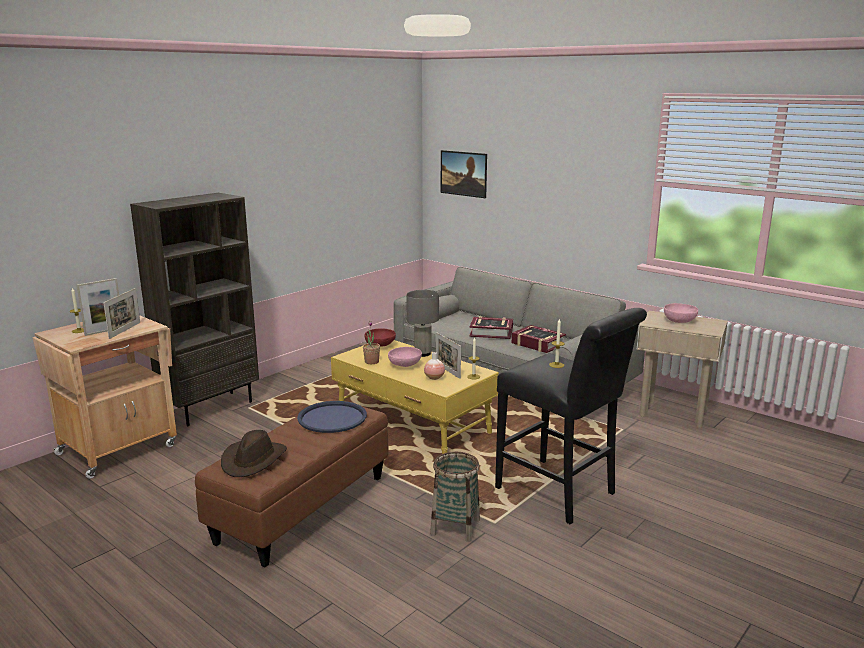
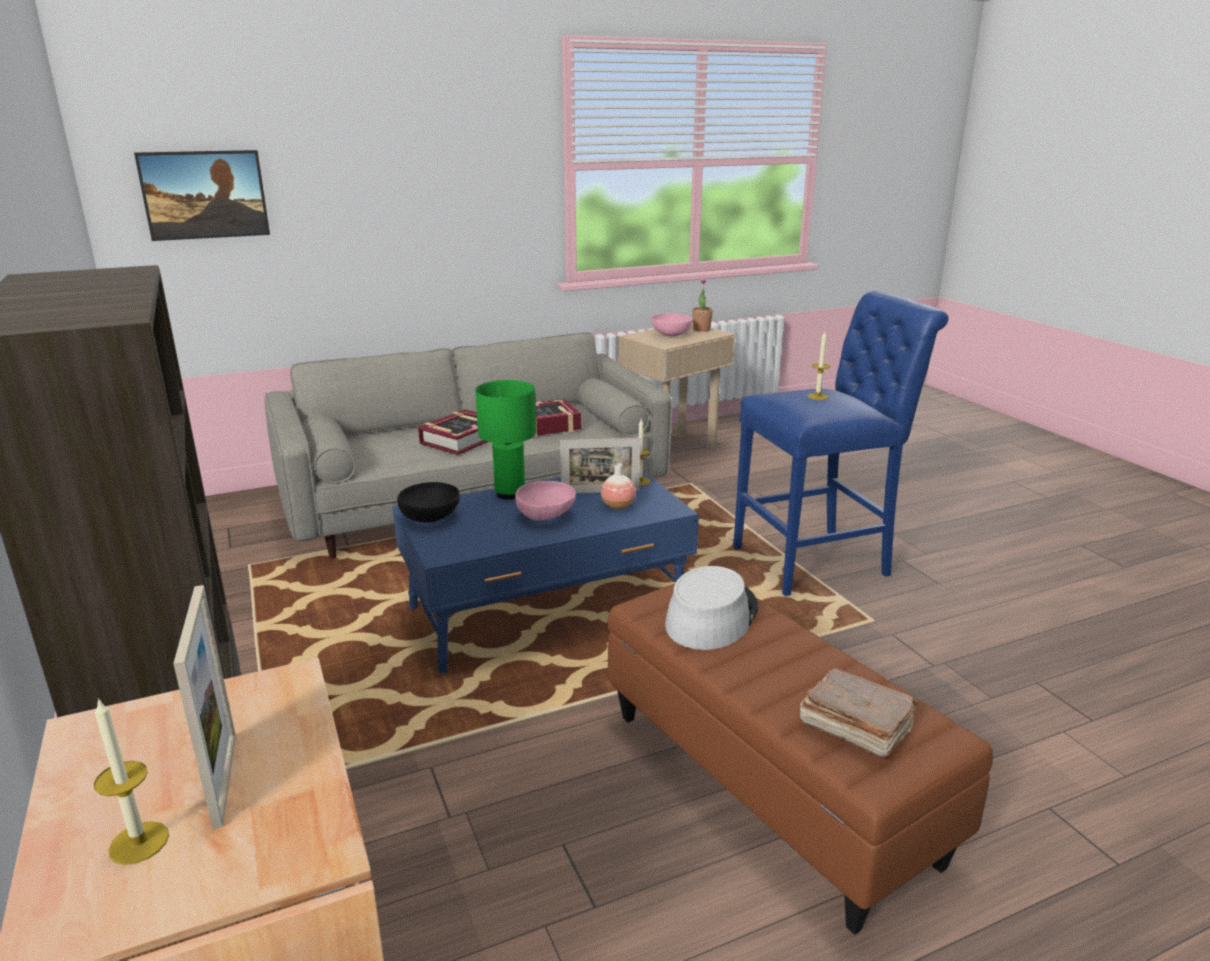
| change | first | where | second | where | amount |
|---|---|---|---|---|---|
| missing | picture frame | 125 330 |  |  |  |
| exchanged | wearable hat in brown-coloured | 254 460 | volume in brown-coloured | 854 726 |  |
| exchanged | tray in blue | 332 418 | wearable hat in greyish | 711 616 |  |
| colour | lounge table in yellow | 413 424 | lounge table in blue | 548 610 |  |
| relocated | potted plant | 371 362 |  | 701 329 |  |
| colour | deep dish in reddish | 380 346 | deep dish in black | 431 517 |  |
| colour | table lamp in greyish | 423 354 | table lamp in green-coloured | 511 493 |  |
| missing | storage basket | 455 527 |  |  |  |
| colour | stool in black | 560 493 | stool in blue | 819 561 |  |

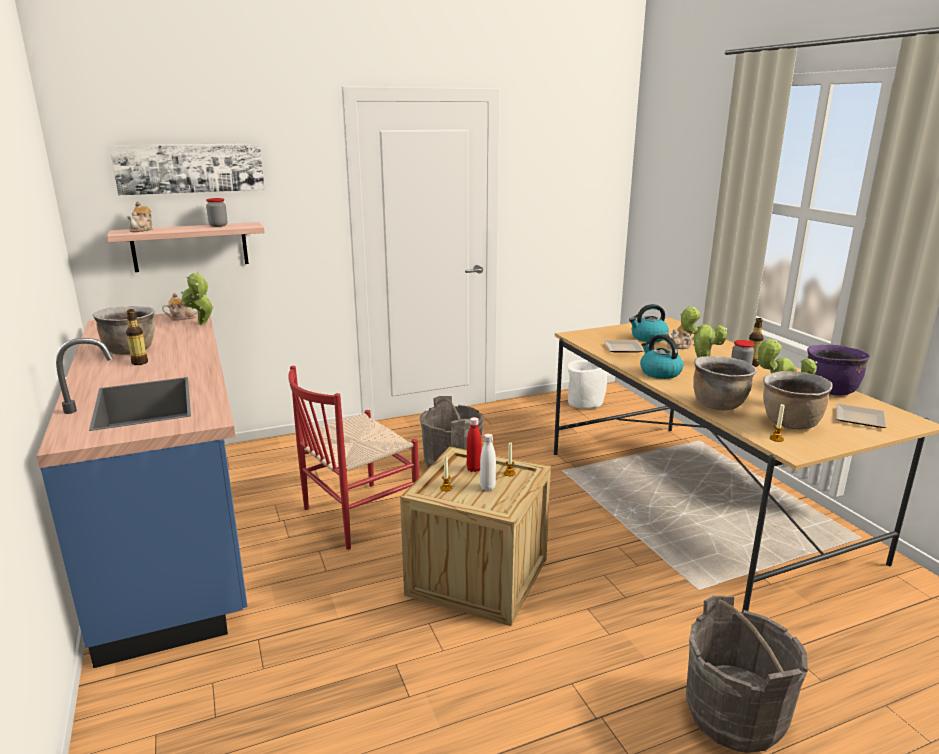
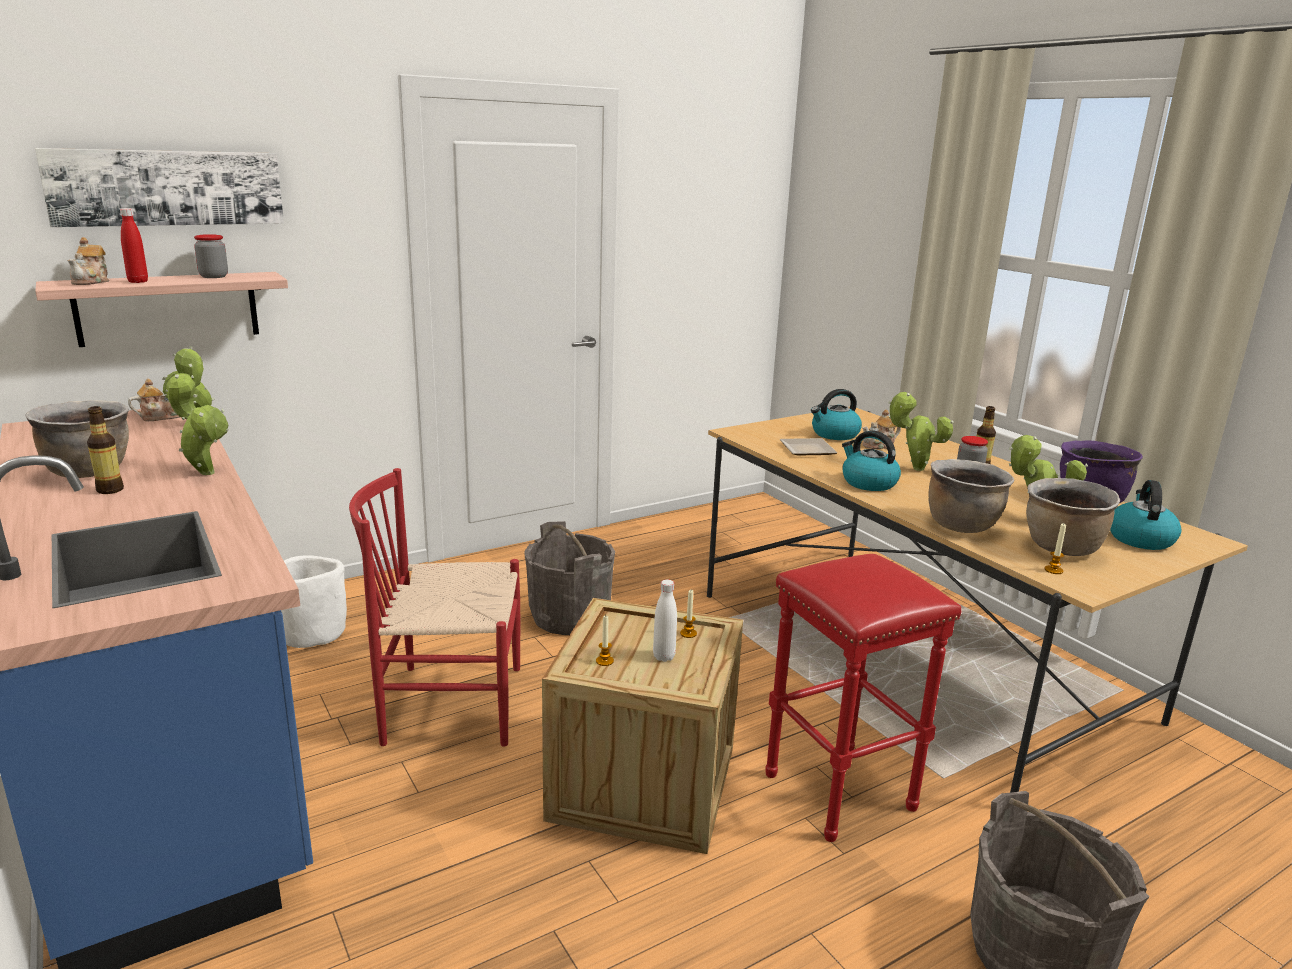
| change | first | where | second | where | amount |
|---|---|---|---|---|---|
| spun | chair in reddish | 356 516 |  | 446 705 | 45 degrees clockwise |
| relocated | beverage bottle in reddish | 474 469 |  | 138 281 |  |
| relocated | flower pot in white | 584 403 |  | 312 633 |  |
| exchanged | plate | 858 419 | water kettle | 1140 538 |  |
| appeared |  |  | potted plant | 205 472 |  |
| appeared |  |  | stool in reddish | 836 790 |  |

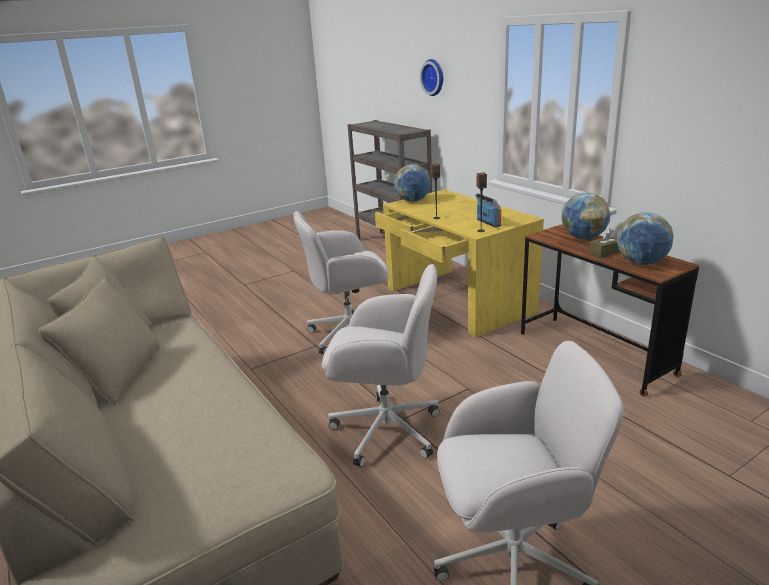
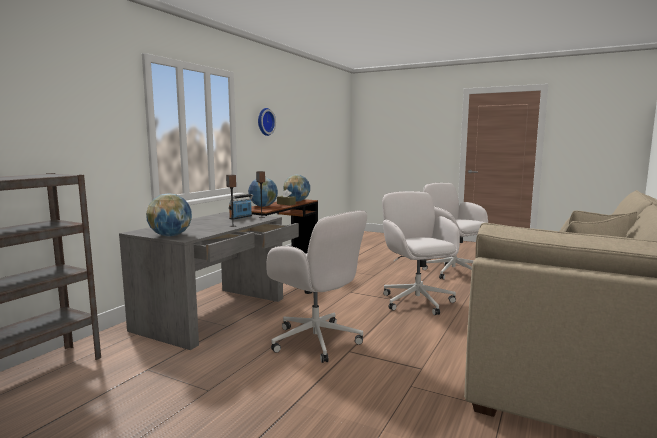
| change | first | where | second | where | amount |
|---|---|---|---|---|---|
| colour | desk in yellow | 452 302 | desk in greyish | 220 314 |  |
| relocated | clock on the wall | 434 77 |  | 264 121 |  |

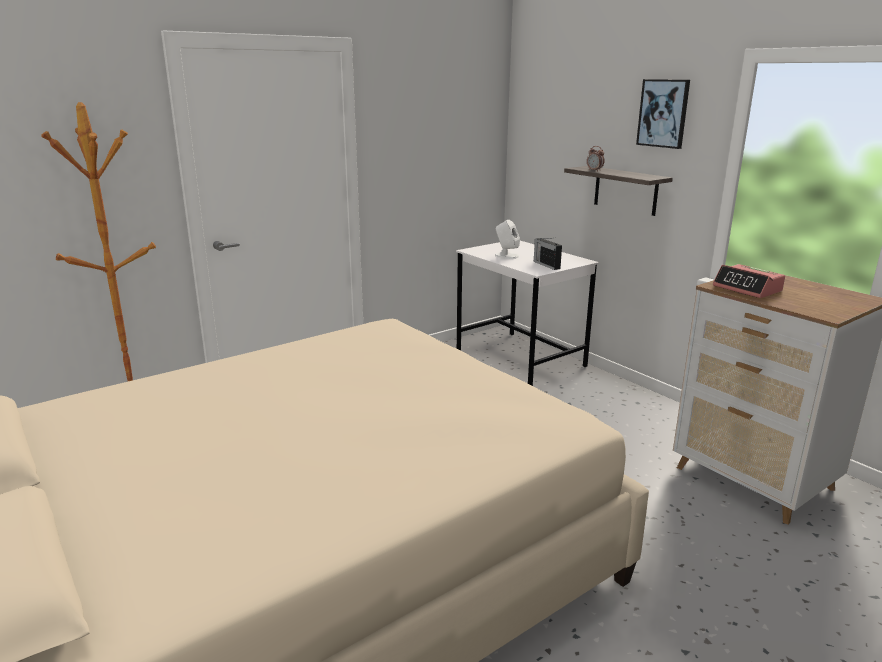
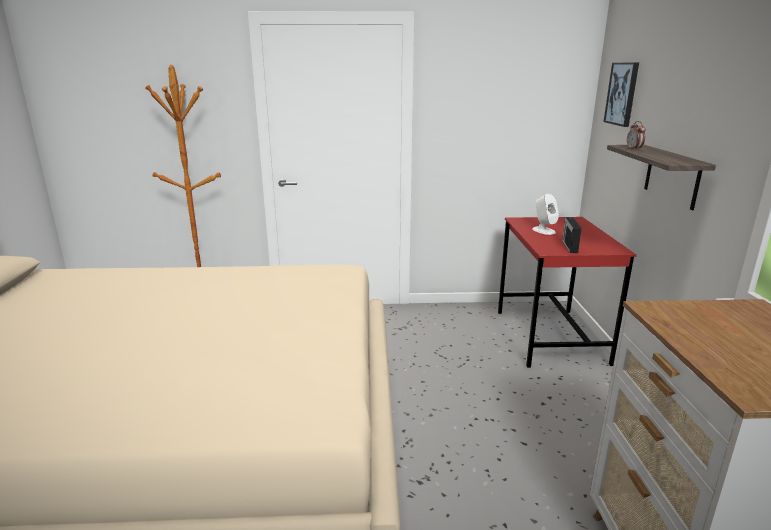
| change | first | where | second | where | amount |
|---|---|---|---|---|---|
| colour | desk in white | 520 358 | desk in reddish | 550 337 |  |
| relocated | wall picture | 663 113 |  | 622 94 |  |
| missing | table clock | 747 289 |  |  |  |

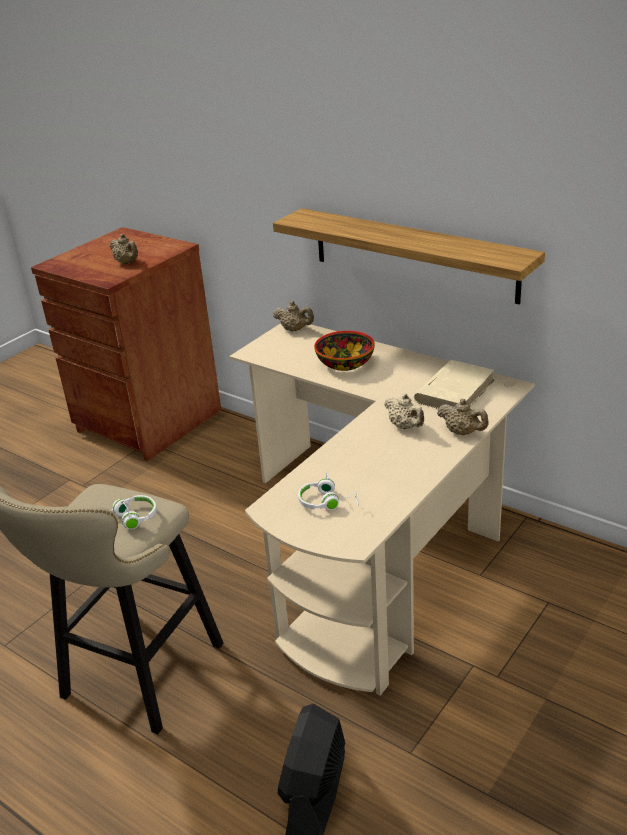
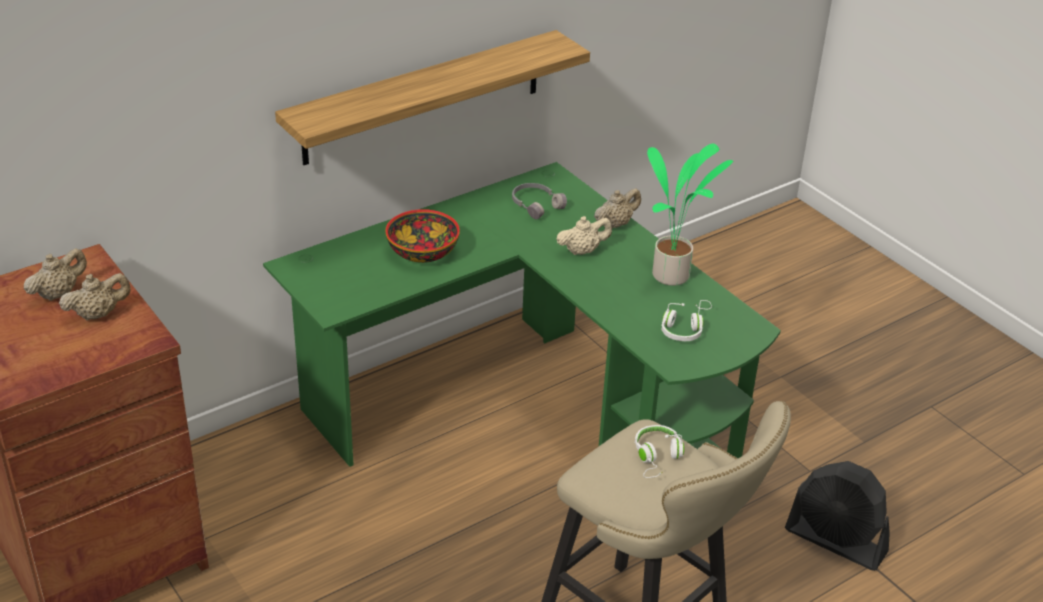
| change | first | where | second | where | amount |
|---|---|---|---|---|---|
| colour | desk in beige-coloured | 377 543 | desk in green-coloured | 527 408 |  |
| relocated | pot for tea in beige-coloured | 295 329 |  | 59 293 |  |
| exchanged | volume in beige-coloured | 455 390 | pair of headphones in greyish | 536 205 |  |
| appeared |  |  | potted plant | 673 276 |  |

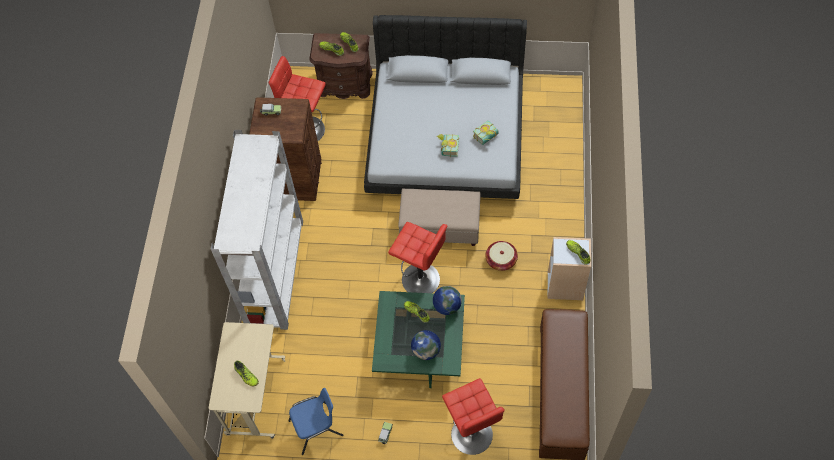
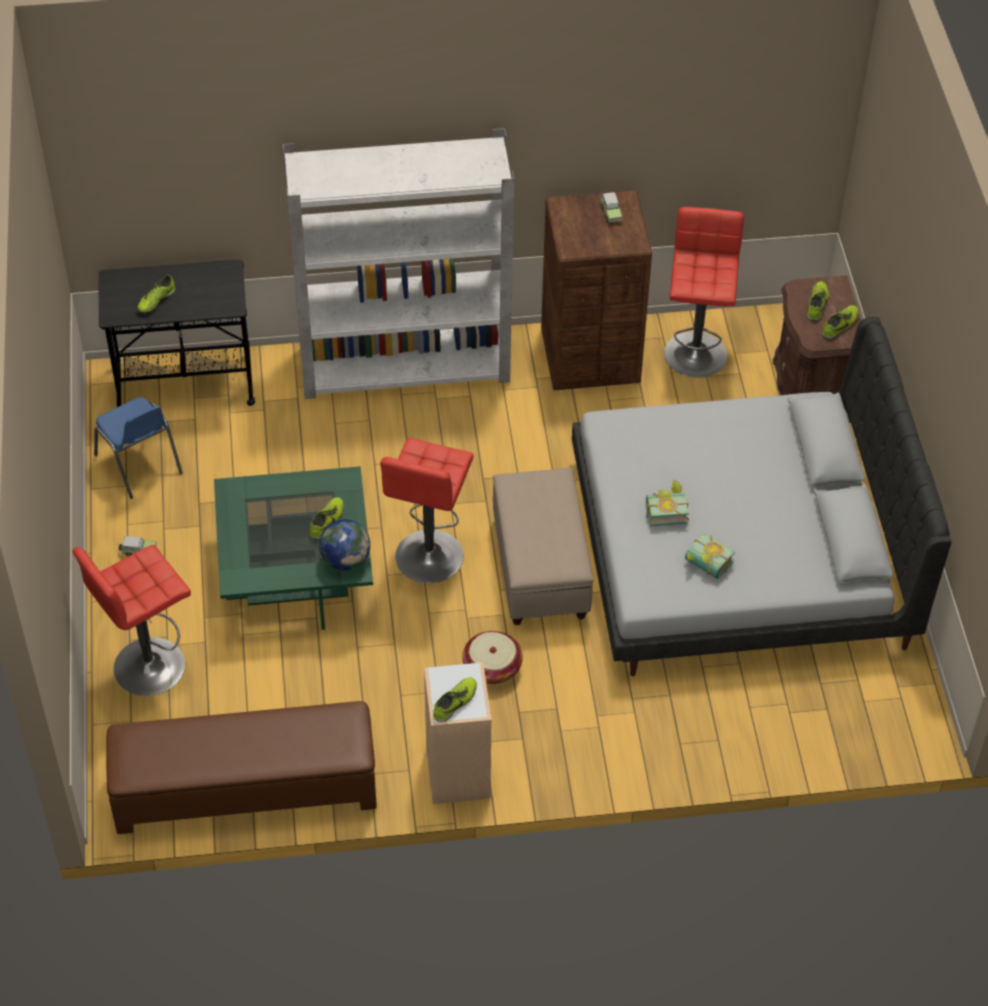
| change | first | where | second | where | amount |
|---|---|---|---|---|---|
| colour | desk in beige-coloured | 256 396 | desk in black | 185 383 |  |
| missing | desk globe | 426 350 |  |  |  |

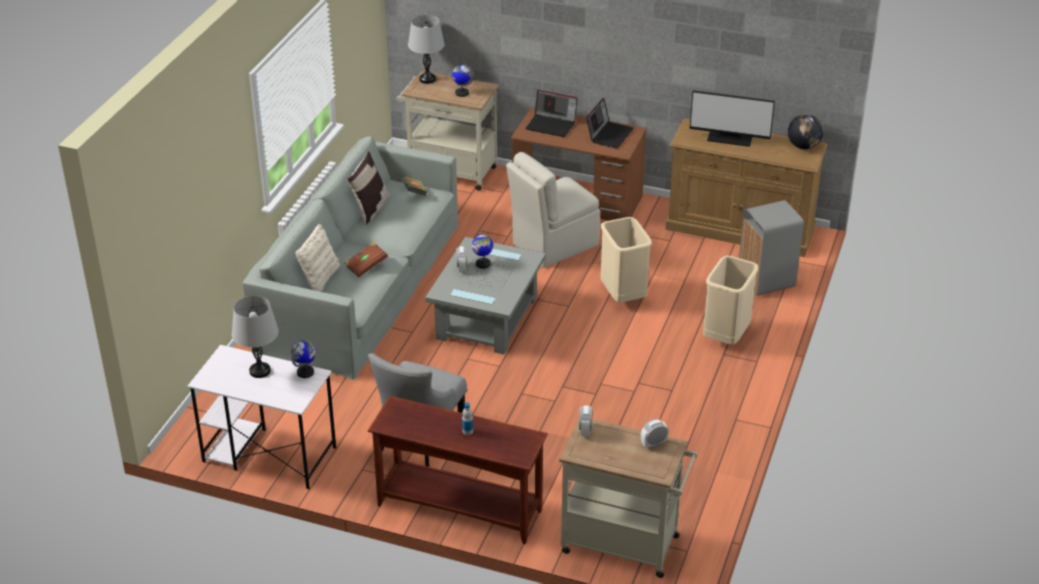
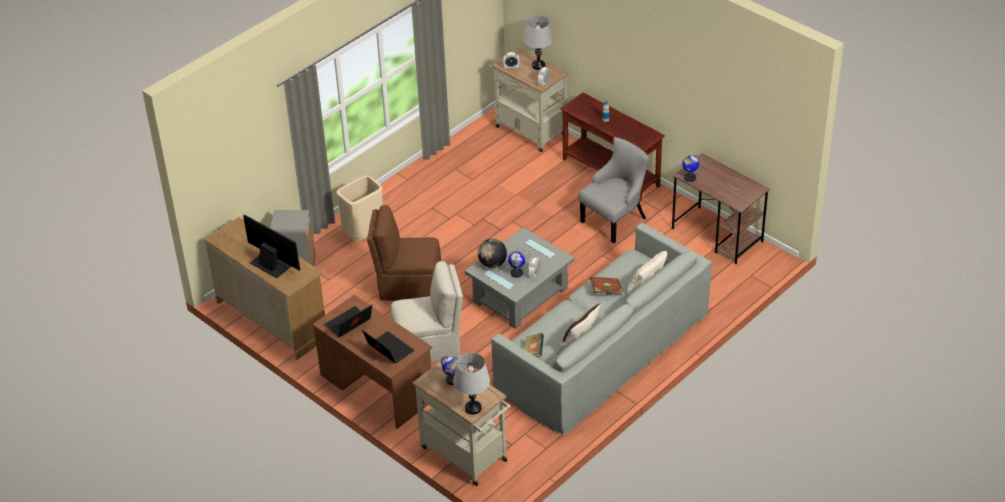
| change | first | where | second | where | amount |
|---|---|---|---|---|---|
| colour | desk in white | 268 454 | desk in brown-coloured | 717 235 |  |
| relocated | table lamp in greyish | 260 371 |  | 538 65 |  |
| exchanged | rubbish bin in beige-coloured | 623 295 | chair in brown-coloured | 408 286 |  |
| relocated | desk globe | 803 146 |  | 492 264 |  |

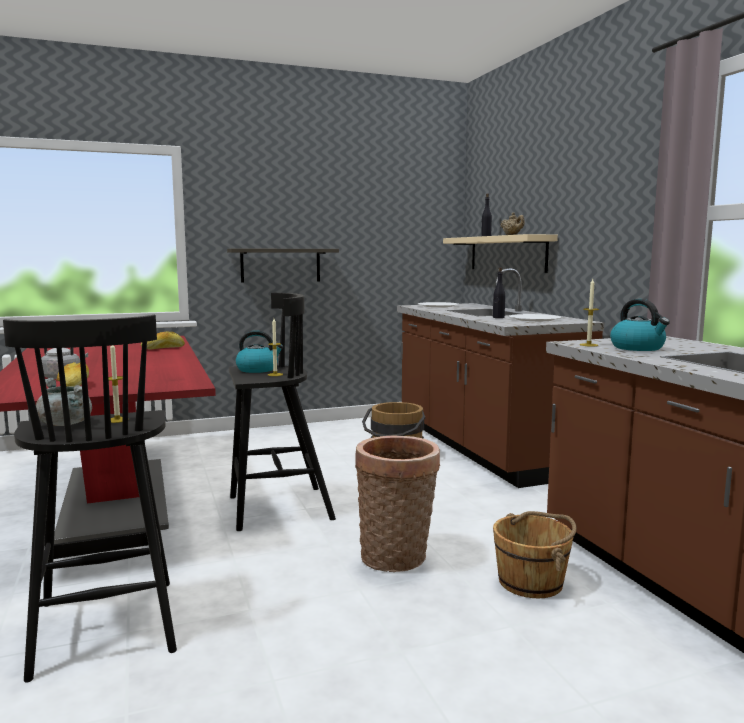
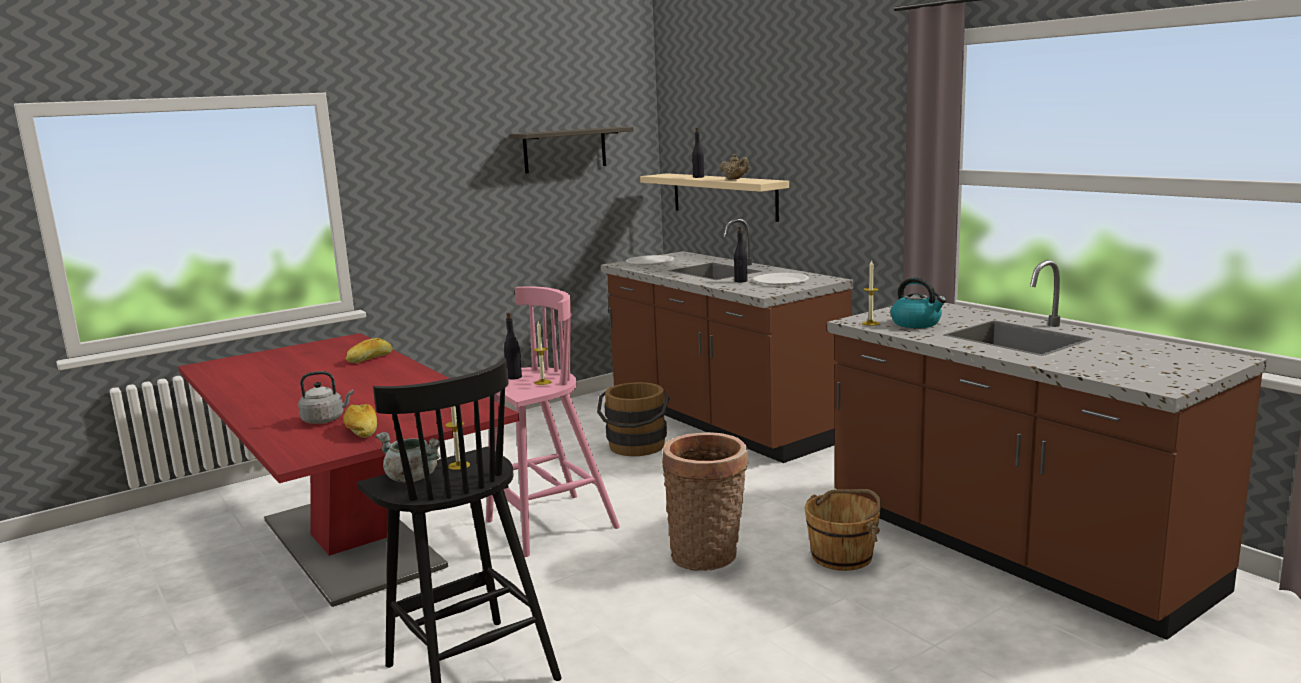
| change | first | where | second | where | amount |
|---|---|---|---|---|---|
| relocated | wall shelf | 280 265 |  | 565 150 |  |
| colour | stool in black | 276 508 | stool in pink-coloured | 547 525 |  |
| exchanged | water kettle | 258 369 | beverage bottle in black | 514 377 |  |

